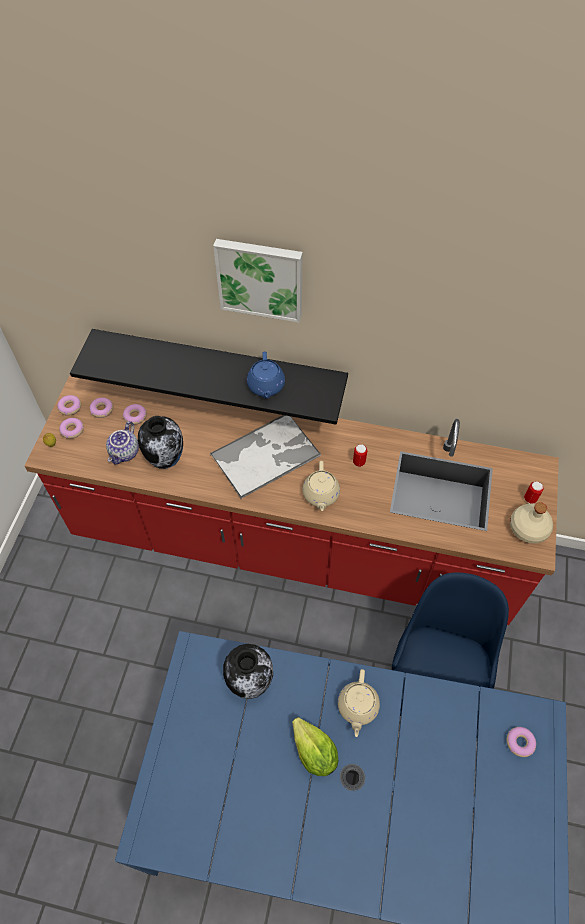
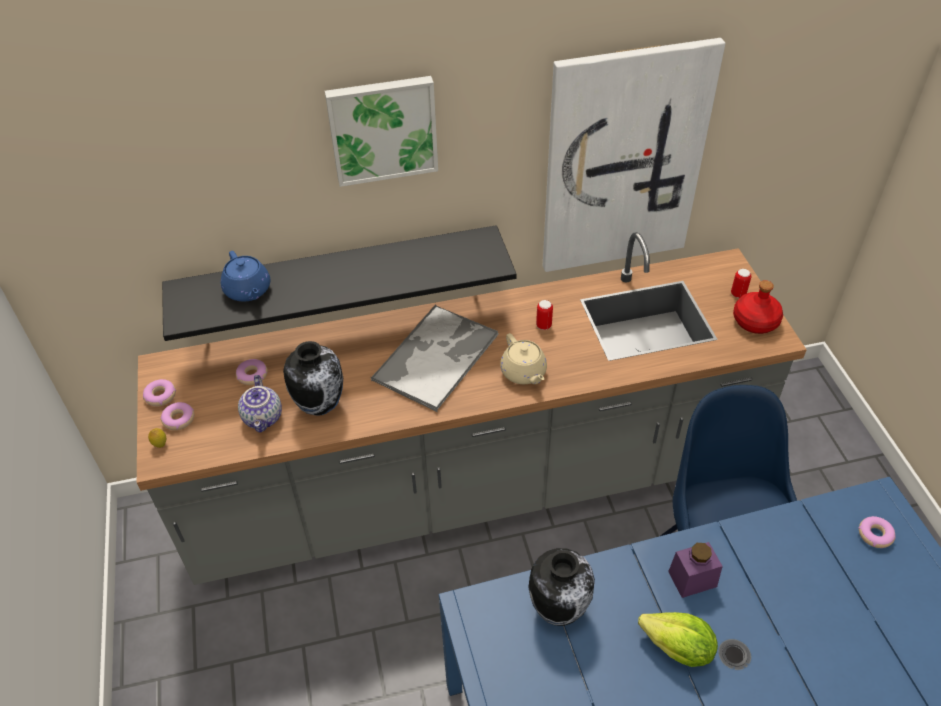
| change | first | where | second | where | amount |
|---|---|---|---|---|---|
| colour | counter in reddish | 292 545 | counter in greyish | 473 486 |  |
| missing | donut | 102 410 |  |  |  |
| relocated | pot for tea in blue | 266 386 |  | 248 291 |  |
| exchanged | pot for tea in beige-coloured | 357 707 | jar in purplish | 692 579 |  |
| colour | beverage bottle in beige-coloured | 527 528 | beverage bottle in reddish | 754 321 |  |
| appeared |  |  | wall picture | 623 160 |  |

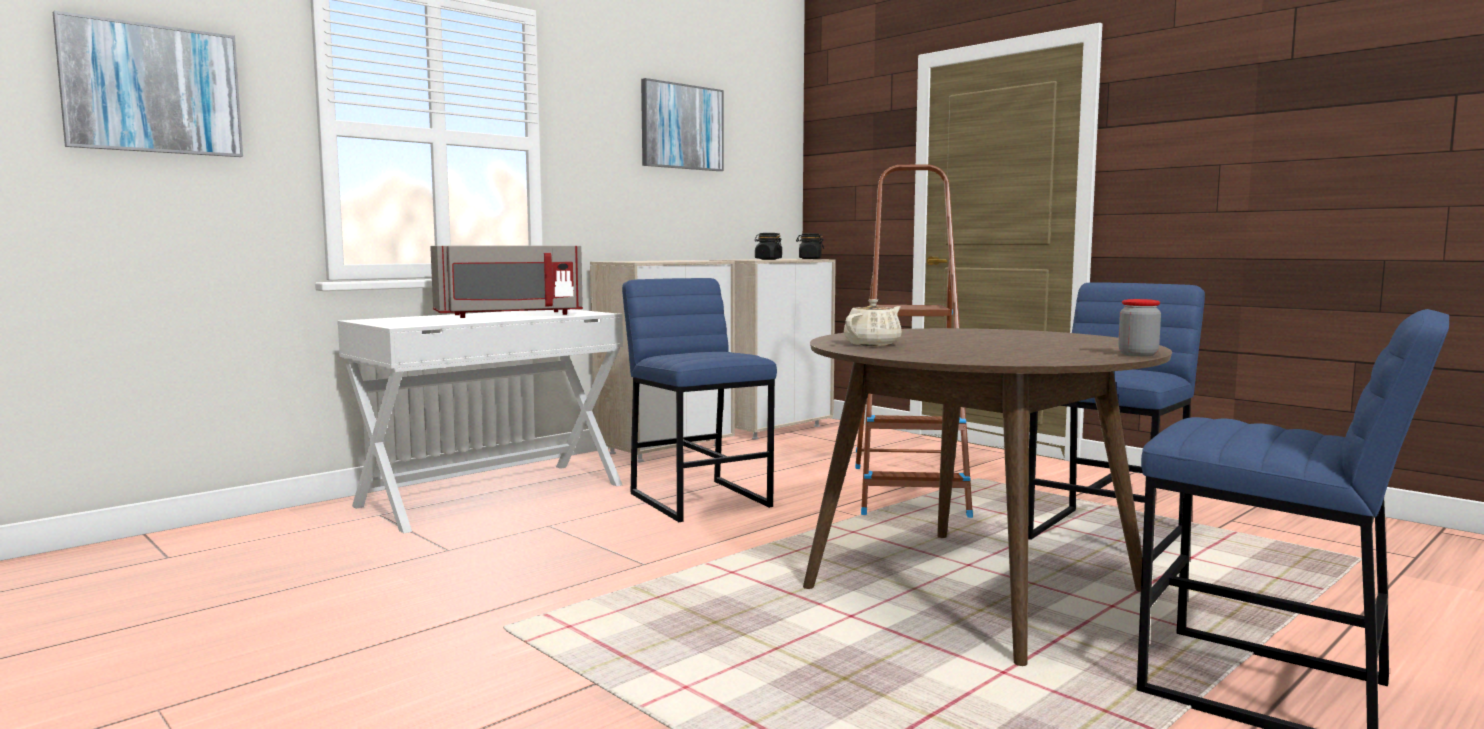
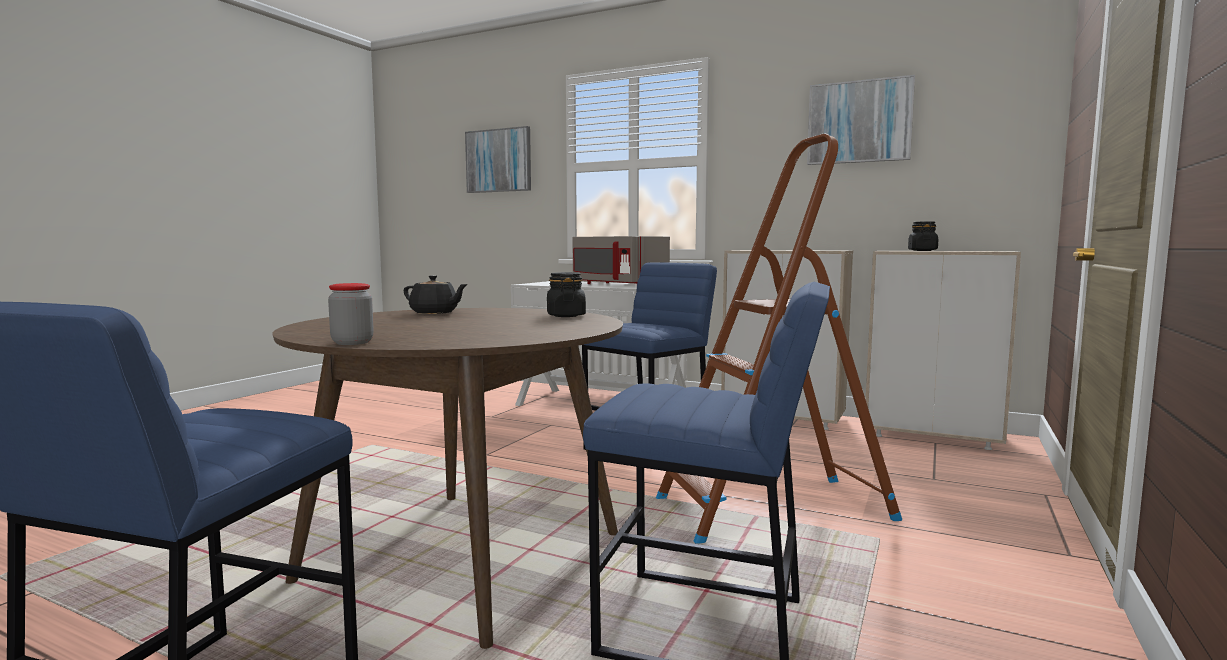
| change | first | where | second | where | amount |
|---|---|---|---|---|---|
| relocated | jar in black | 810 259 |  | 565 316 |  |
| colour | pot for tea in beige-coloured | 873 344 | pot for tea in black | 435 313 |  |

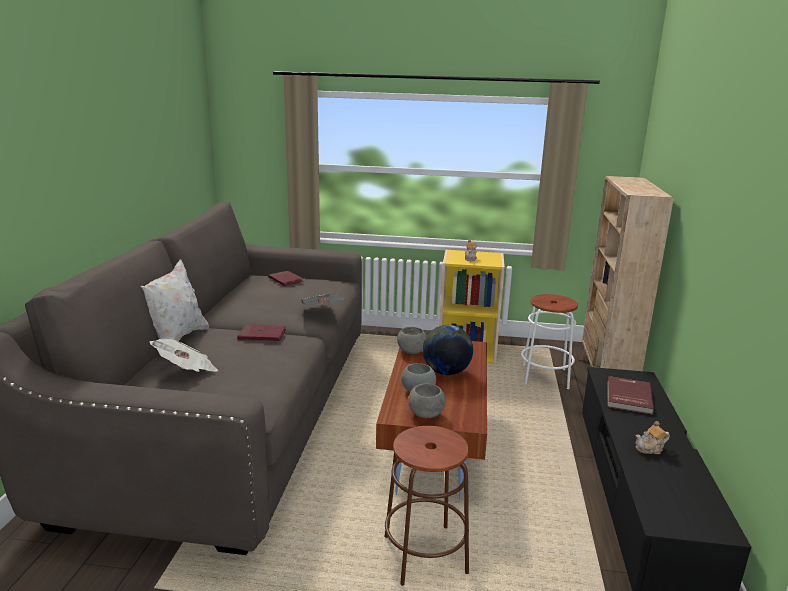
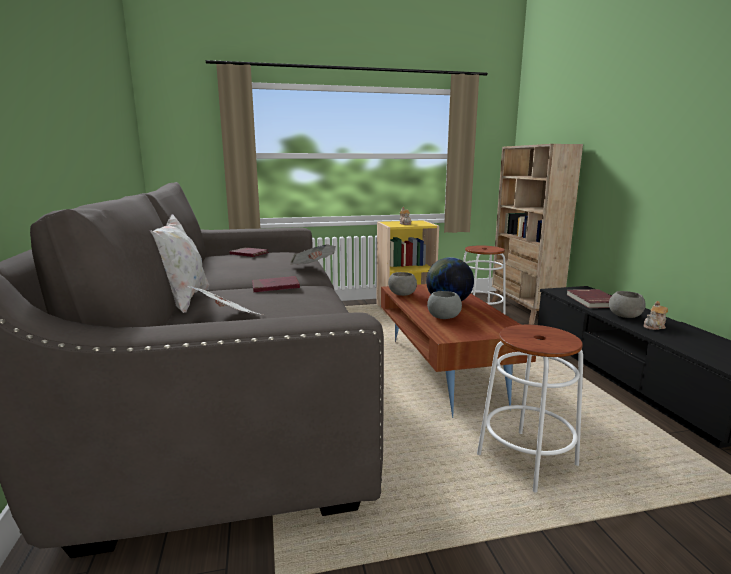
| change | first | where | second | where | amount |
|---|---|---|---|---|---|
| colour | stool in brown-coloured | 425 555 | stool in white | 526 460 |  |
| relocated | deep dish in greyish | 426 414 |  | 624 316 |  |

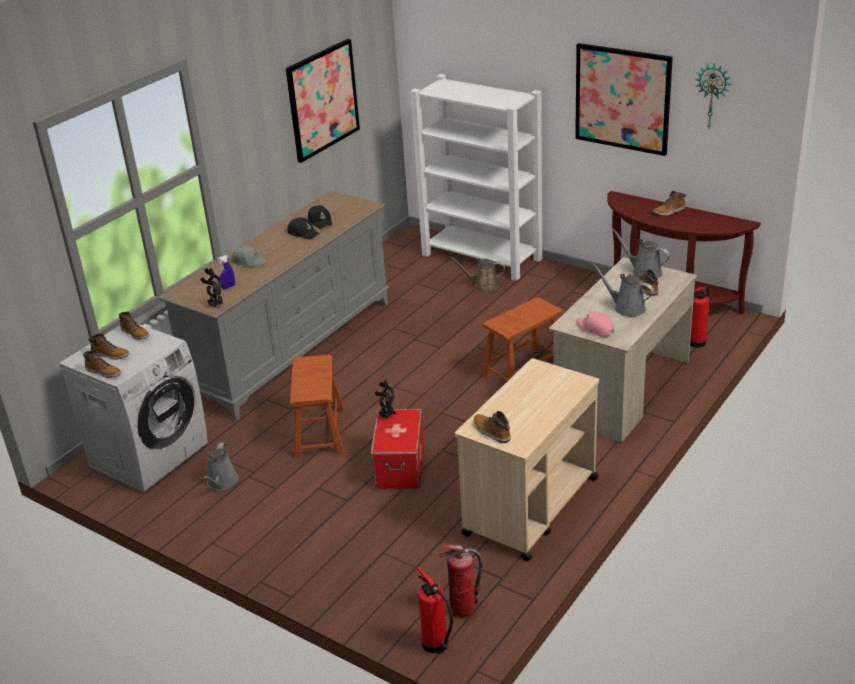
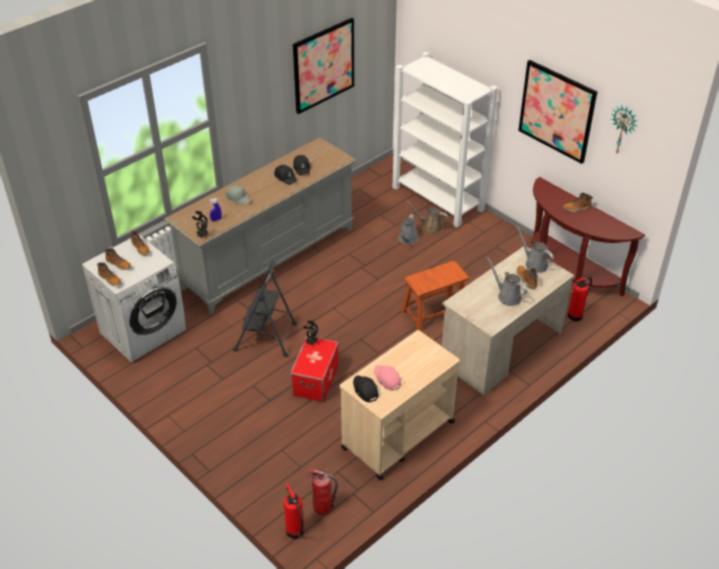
| change | first | where | second | where | amount |
|---|---|---|---|---|---|
| relocated | sprinkling can in greyish | 222 483 |  | 407 239 |  |
| exchanged | stool in brown-coloured | 319 432 | step ladder in black | 267 337 |  |
| exchanged | high-top boot | 491 432 | baseball cap in black | 365 390 |  |
| relocated | baseball cap in pink-coloured | 595 328 |  | 387 379 |  |

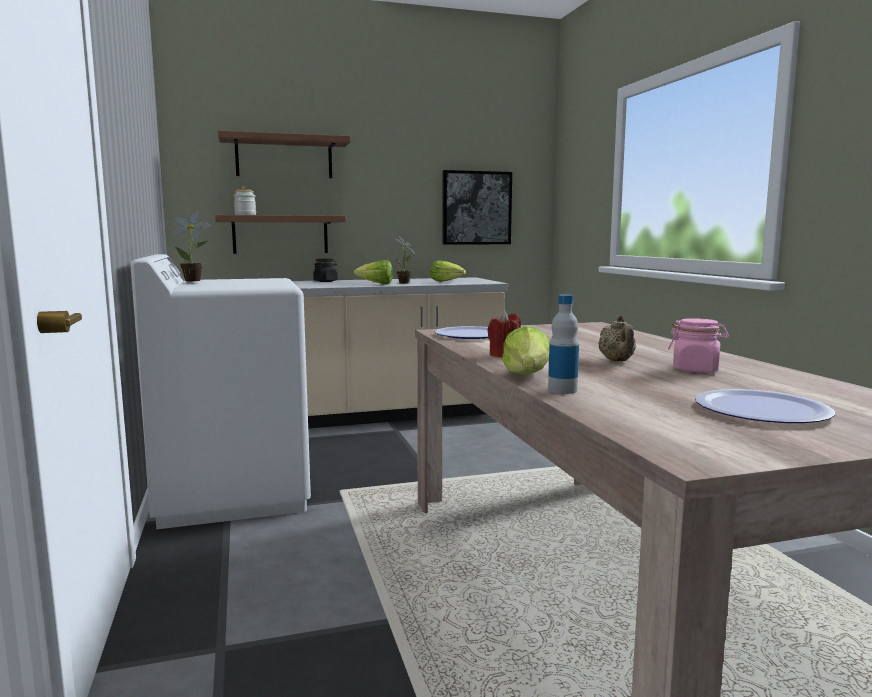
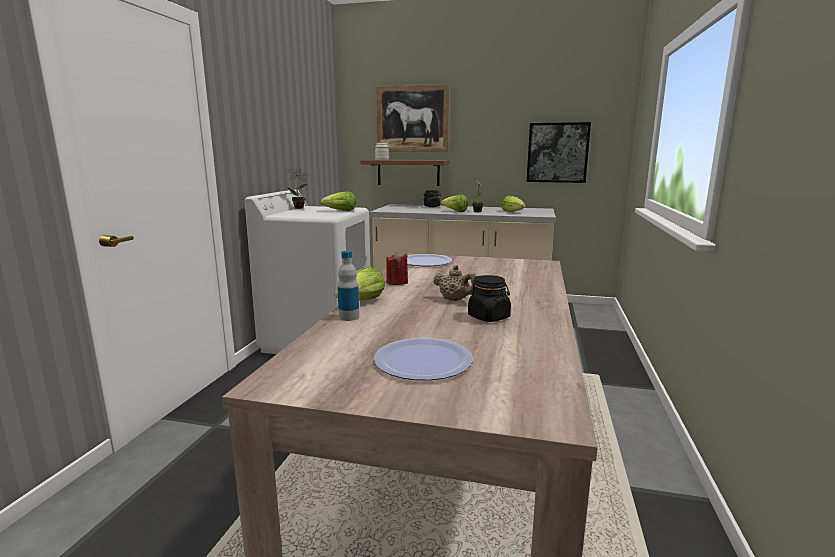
| change | first | where | second | where | amount |
|---|---|---|---|---|---|
| exchanged | wall shelf in brown-coloured | 284 158 | wall picture | 412 119 |  |
| spun | pot for tea in beige-coloured | 617 361 |  | 455 300 | 75 degrees counterclockwise |
| colour | jar in pink-coloured | 696 369 | jar in black | 489 317 |  |
| appeared |  |  | lettuce | 340 211 |  |

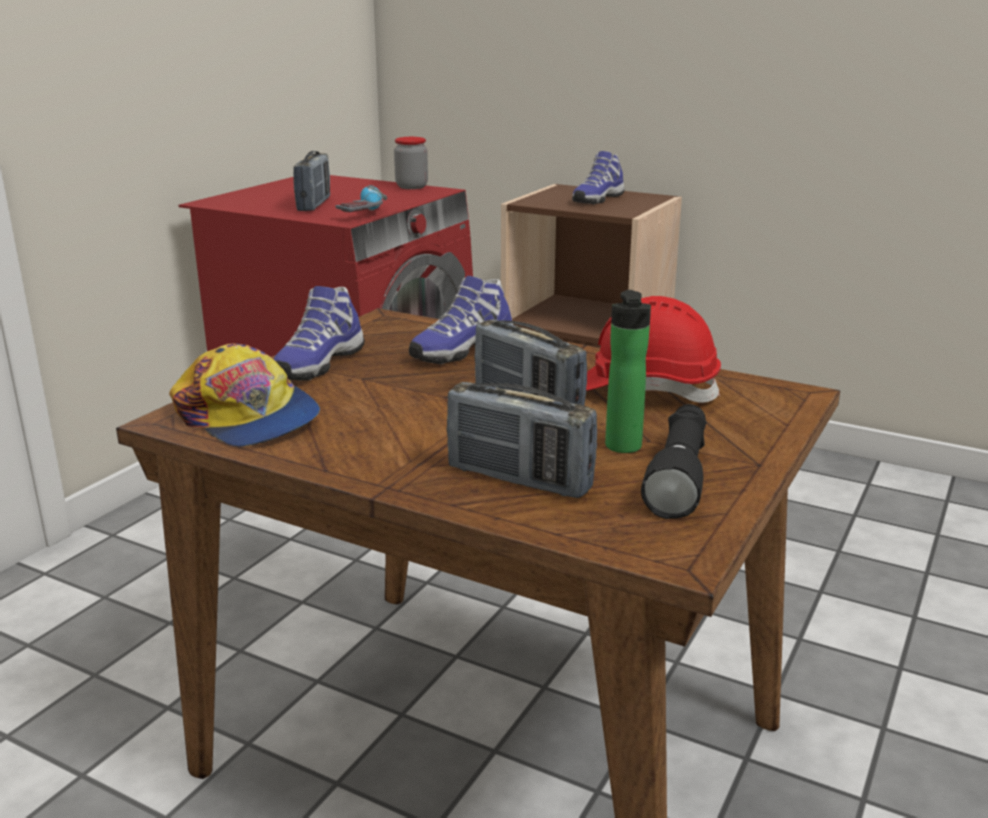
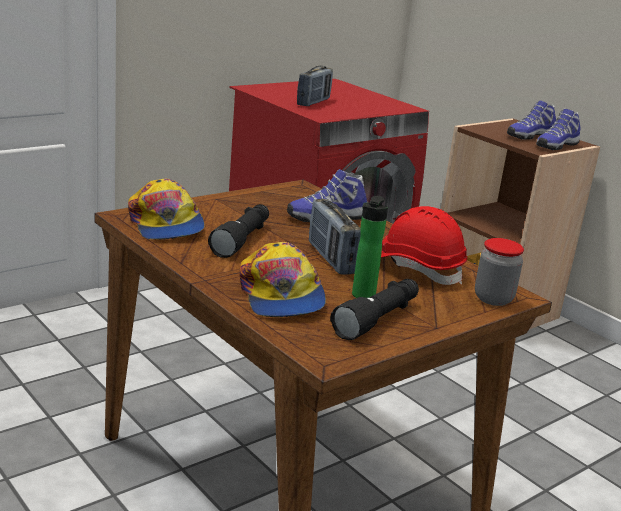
| change | first | where | second | where | amount |
|---|---|---|---|---|---|
| relocated | item of footwear | 317 364 |  | 555 145 |  |
| missing | electric drill | 361 212 |  |  |  |
| relocated | jar | 411 187 |  | 493 299 |  |
| exchanged | radio receiver | 519 479 | baseball cap | 281 296 |  |
| appeared |  |  | torch in black | 242 240 |  |

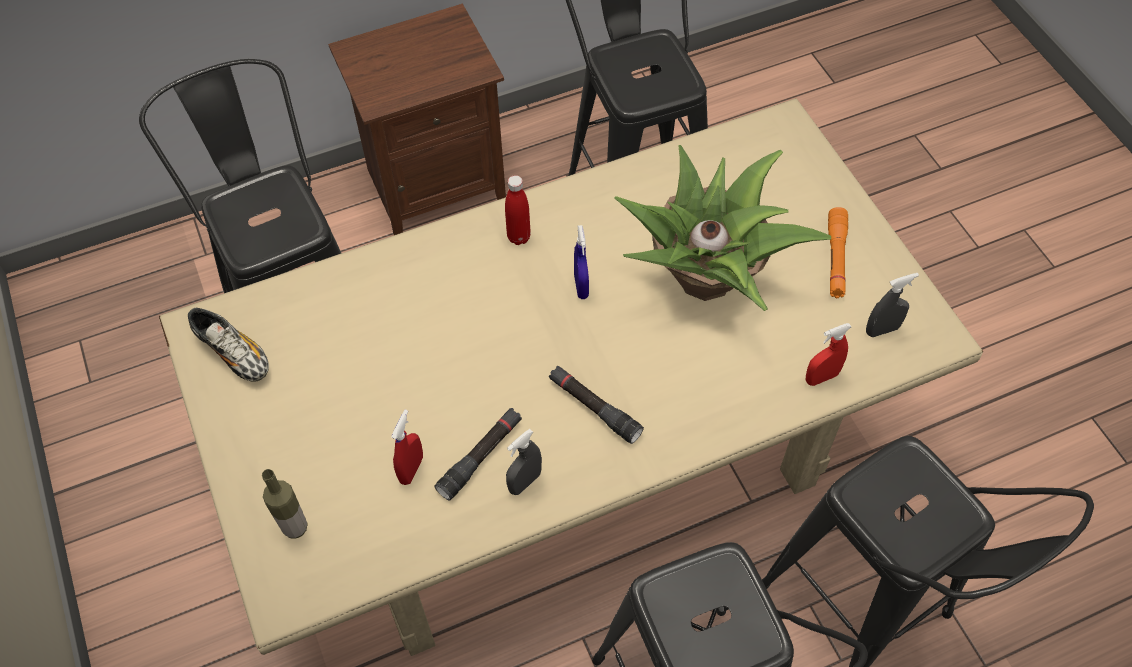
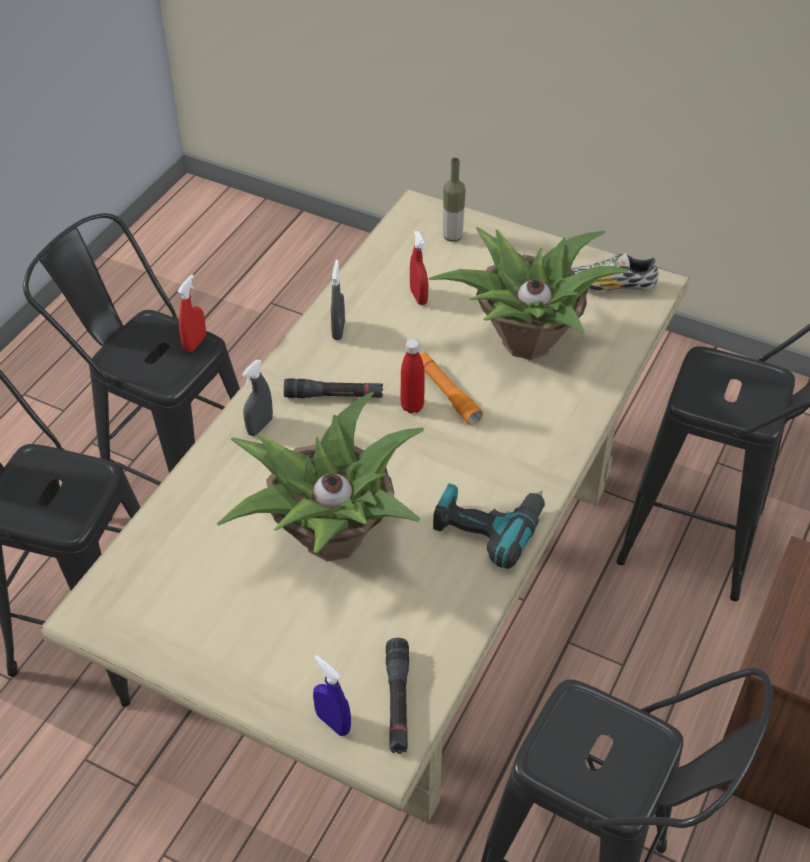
| change | first | where | second | where | amount |
|---|---|---|---|---|---|
| relocated | torch in black | 480 457 |  | 398 701 |  |
| relocated | beverage bottle in reddish | 519 237 |  | 412 406 |  |
| relocated | hand sprayer in blue | 581 286 |  | 333 723 |  |
| relocated | hand sprayer in reddish | 821 377 |  | 195 343 |  |
| relocated | torch in orange | 835 258 |  | 447 393 |  |
| relocated | hand sprayer in greyish | 882 330 |  | 260 426 |  |
| appeared |  |  | potted plant | 524 342 |  |
| appeared |  |  | electric drill | 488 526 |  |

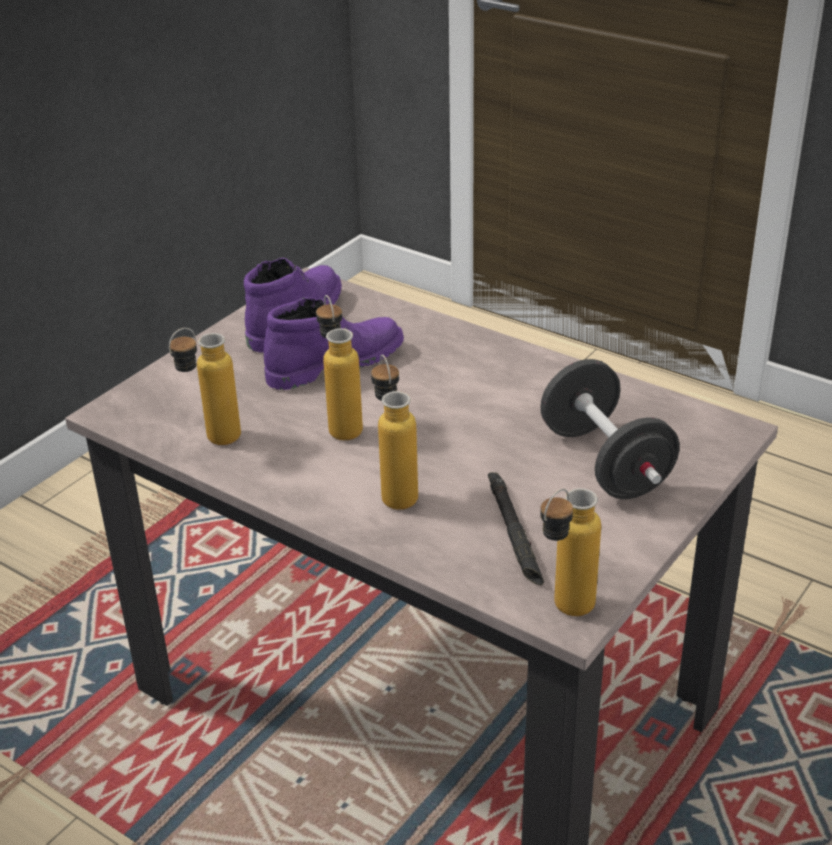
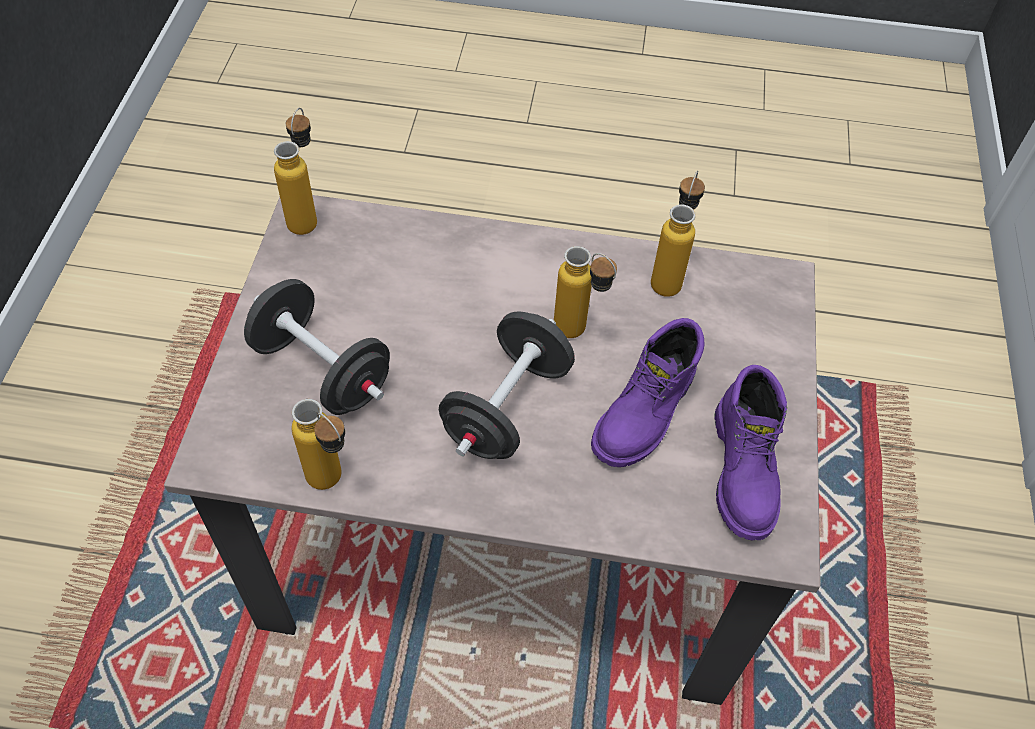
| change | first | where | second | where | amount |
|---|---|---|---|---|---|
| relocated | beverage bottle | 395 491 |  | 333 485 |  |
| missing | torch in black | 514 532 |  |  |  |
| appeared |  |  | dumbbell in black | 507 407 |  |

